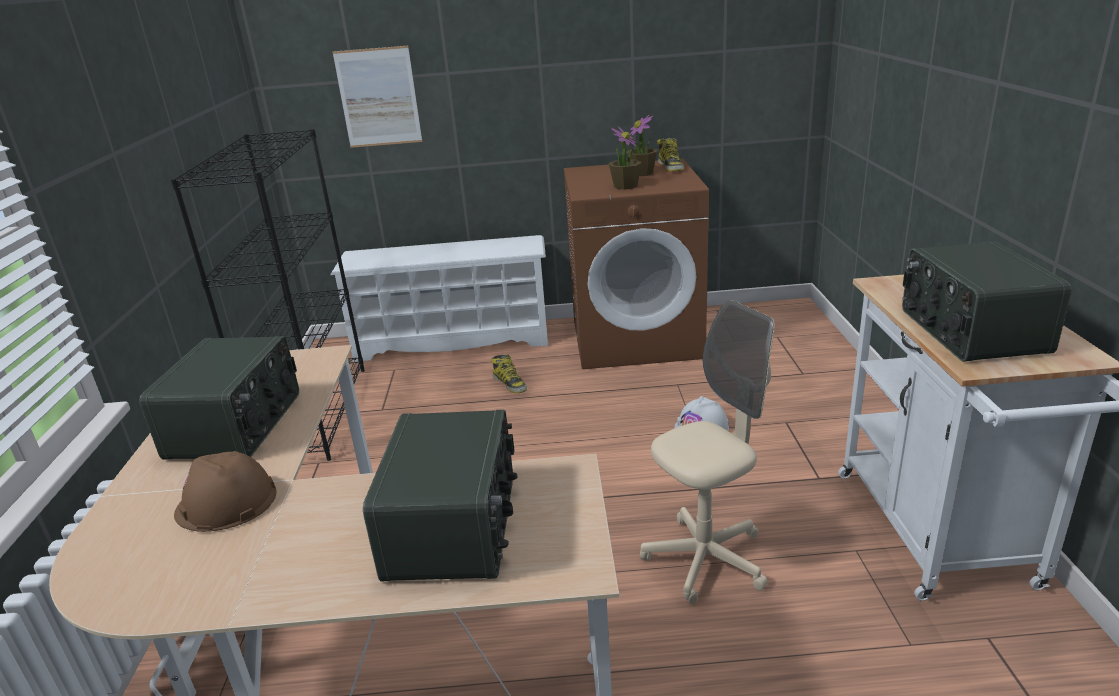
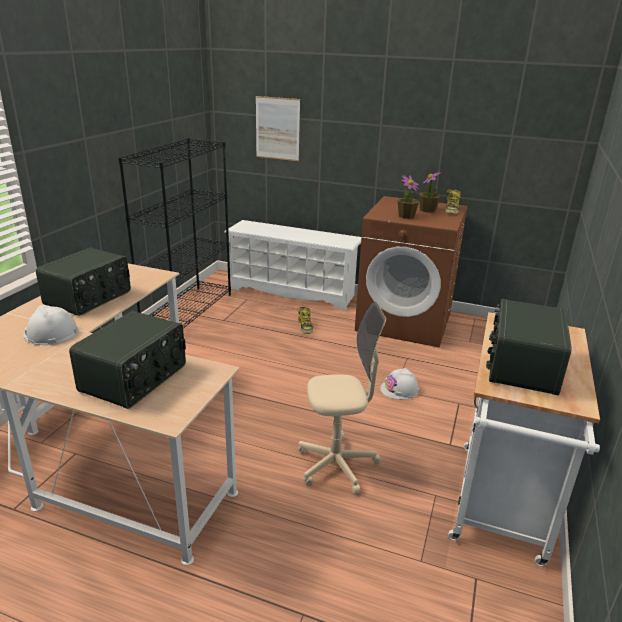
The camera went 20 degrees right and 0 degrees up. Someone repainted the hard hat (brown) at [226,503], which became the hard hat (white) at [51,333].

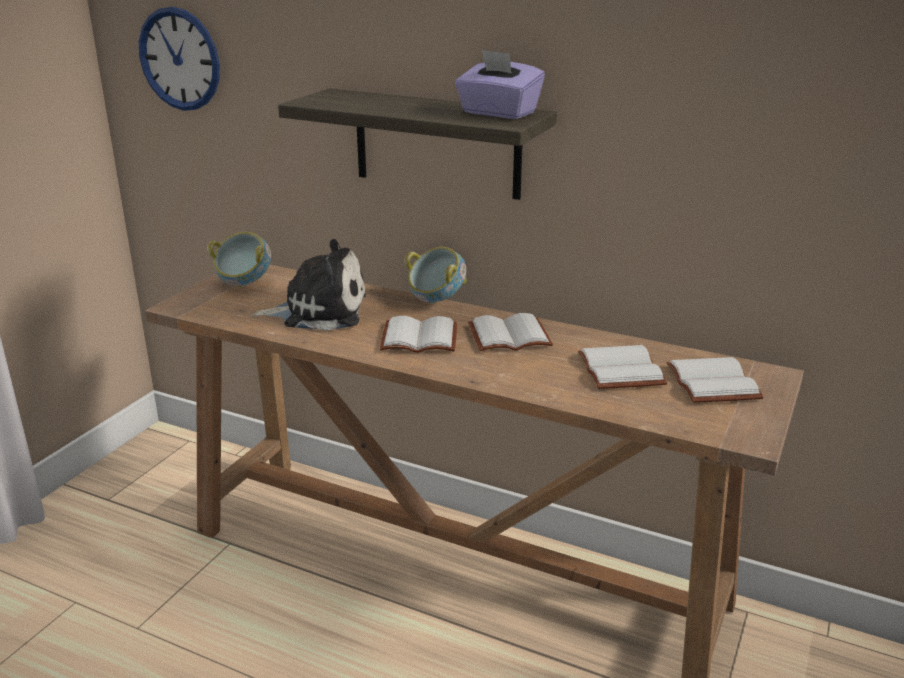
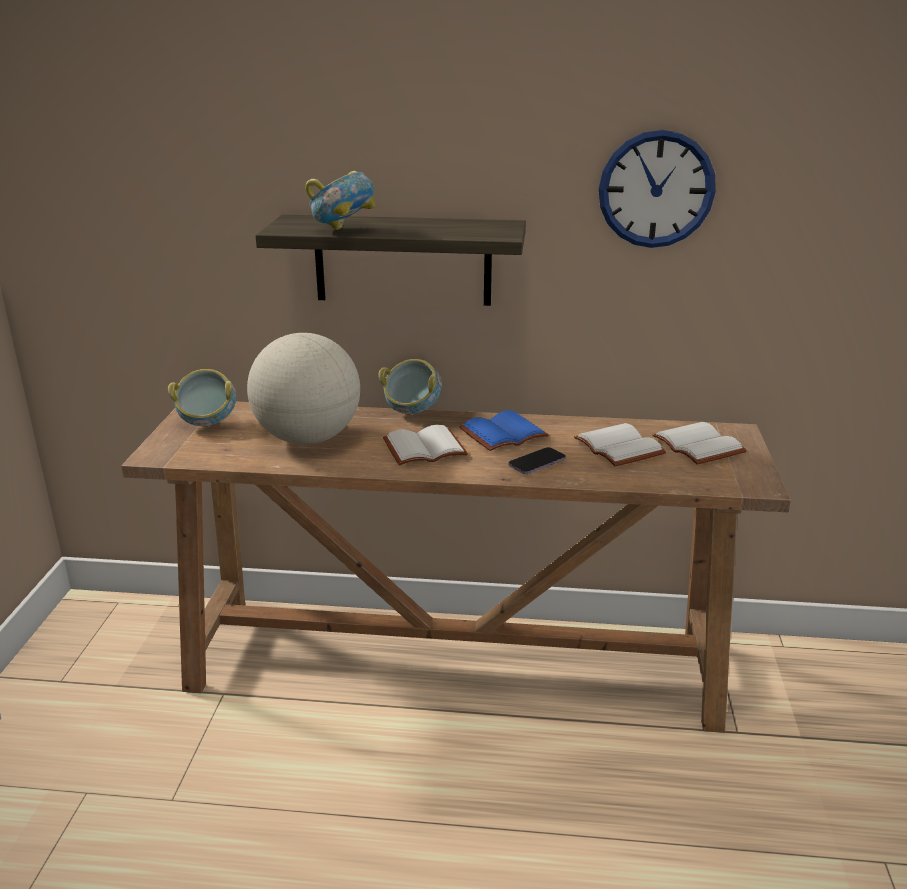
The camera went 20 degrees left and 0 degrees up. Someone carried the wall clock from [179,59] to [656,189]. Someone took away the tissue box (purple) at [498,113]. Someone swapped the plush toy at [319,311] for the globe at [307,438]. Someone repainted the book (white) at [510,335], which became the book (blue) at [503,433]. Someone put down the bowl at [343,230]. Someone put down the phone at [537,463].

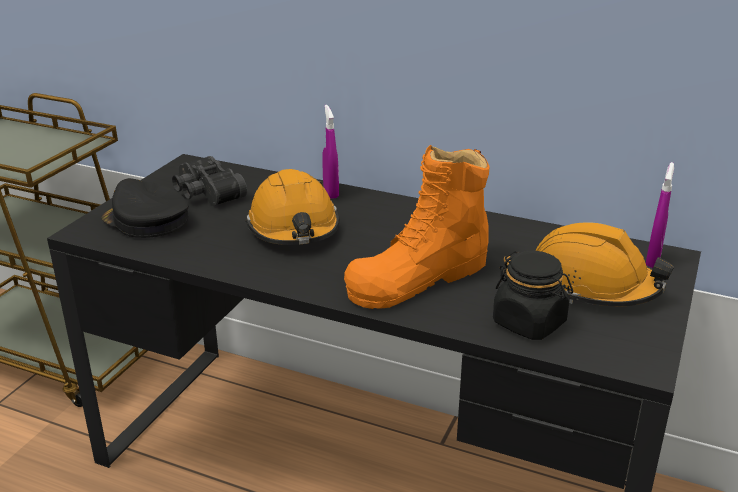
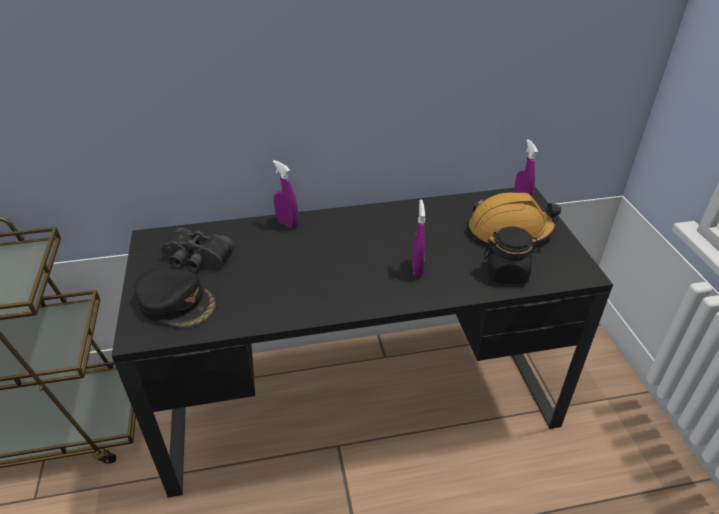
The camera went 35 degrees left and 10 degrees up. Someone swapped the boot (orange) at [419,278] for the spray bottle (purple) at [417,268]. Someone took away the hard hat (orange) at [294,228]. Someone rotated the cap (black) at [146,220] by 150 degrees counterclockwise.

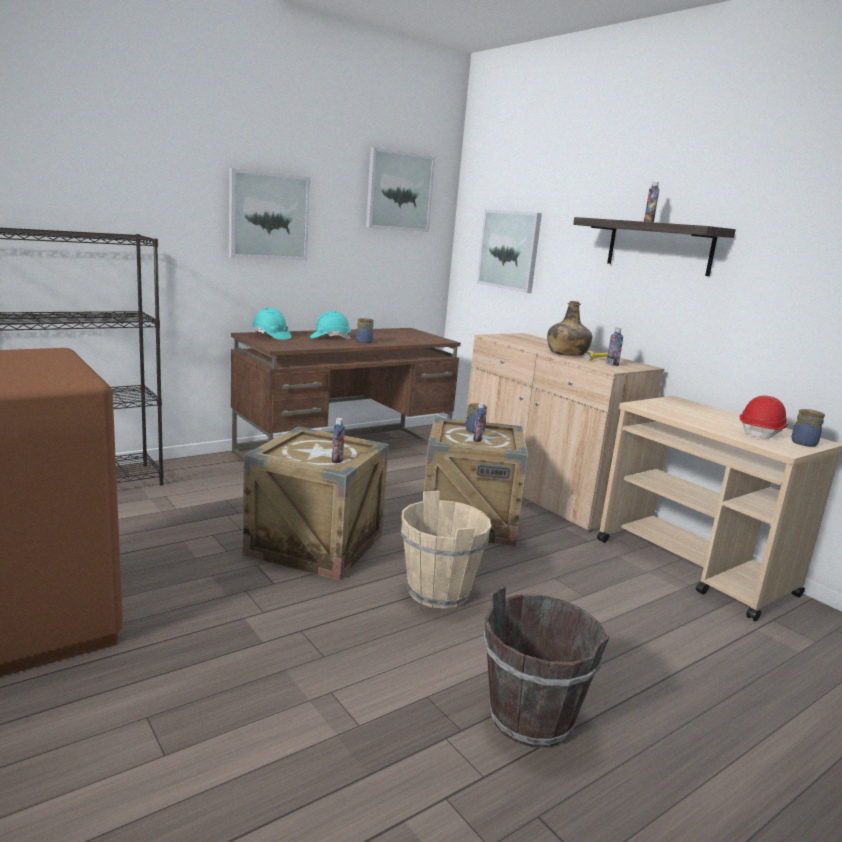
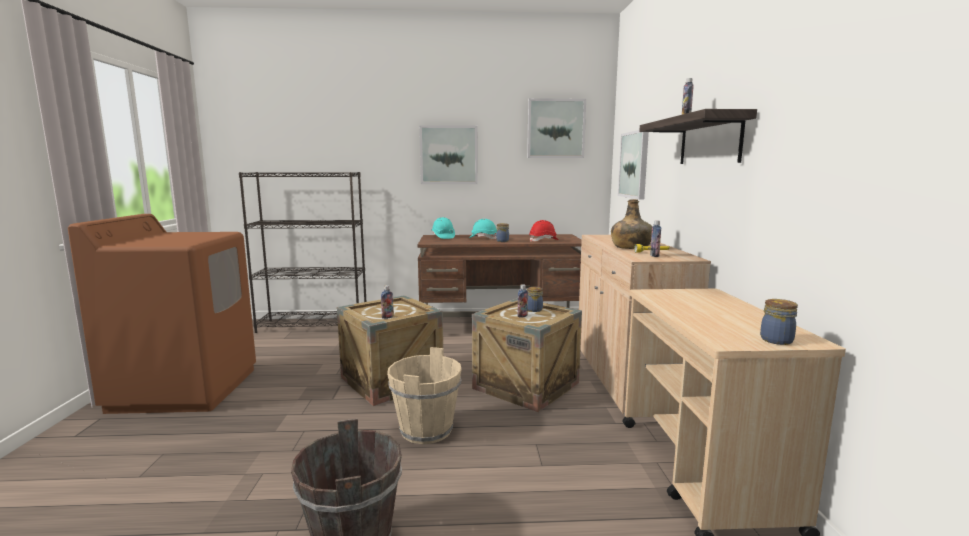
The camera went 35 degrees right and 5 degrees down. Someone carried the hard hat (red) from [761,433] to [544,240].

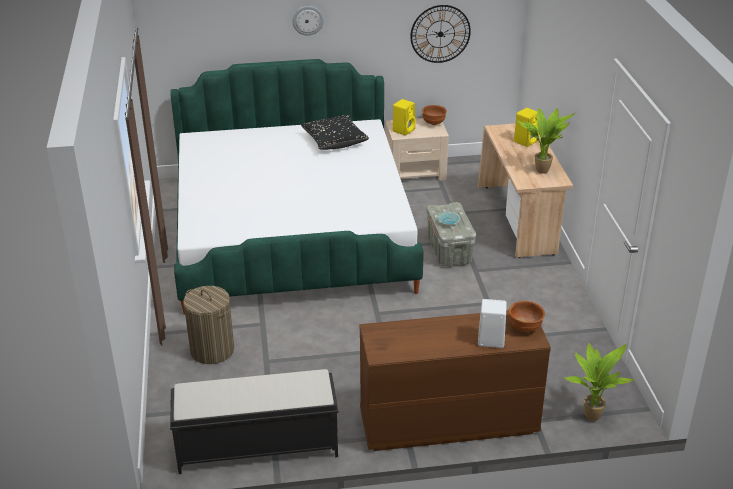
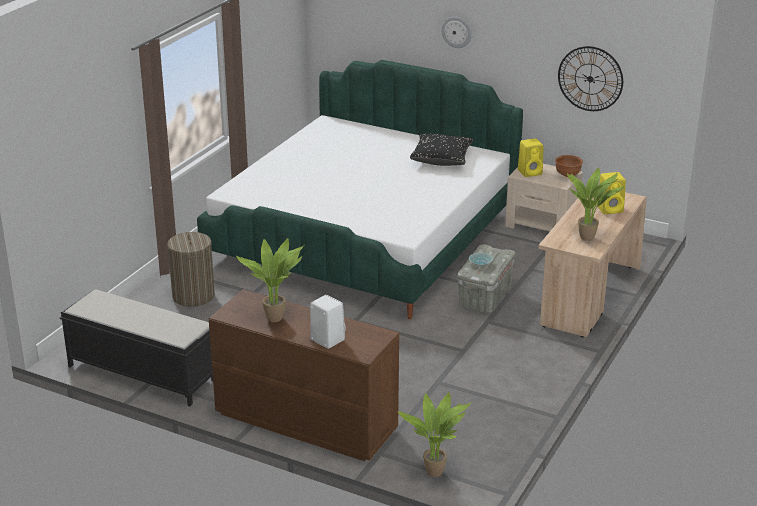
The camera went 35 degrees right and 5 degrees down. Someone took away the bowl (brown) at [525,328]. Someone put down the potted plant at [276,317].

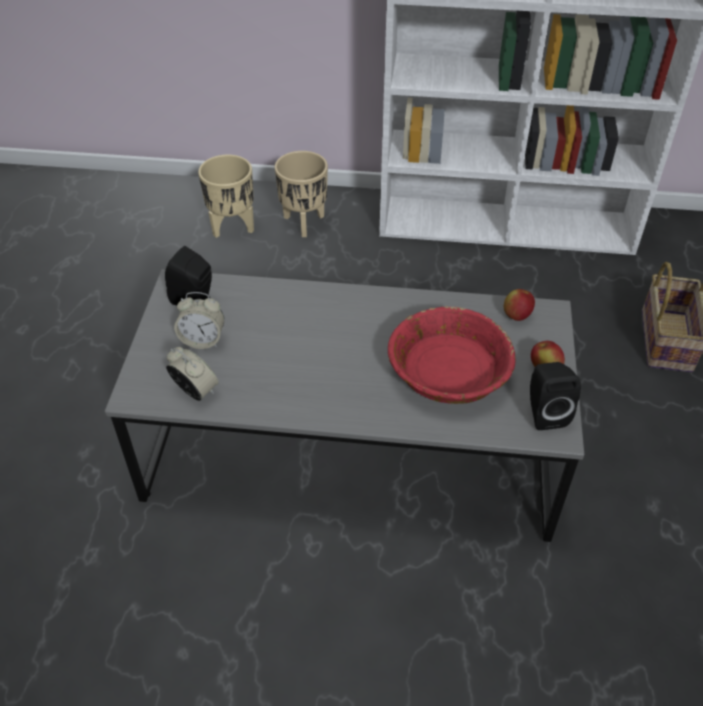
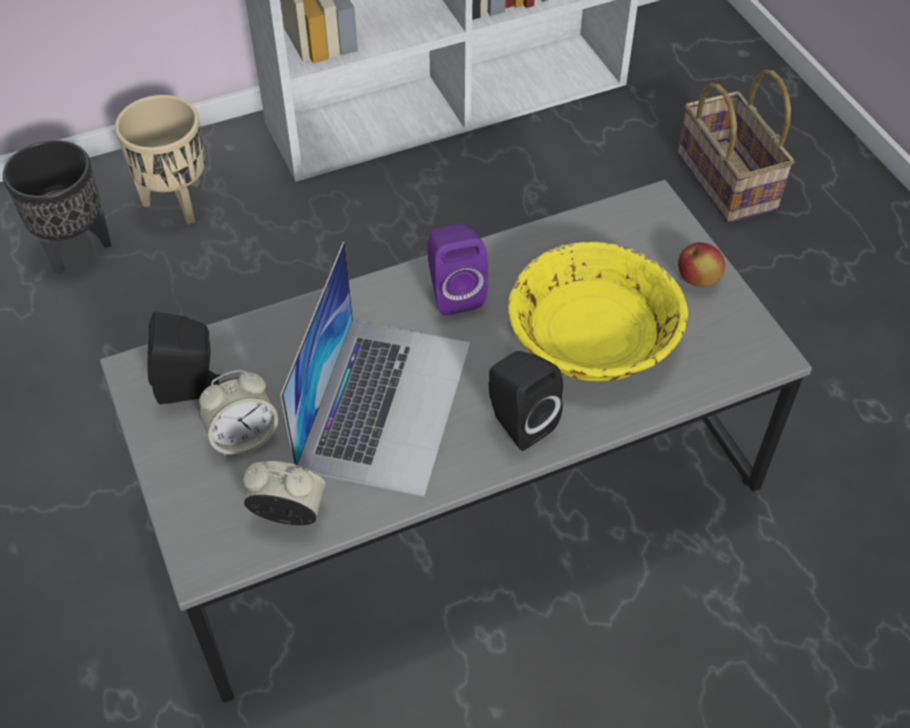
The camera went 30 degrees left and 5 degrees up. Someone repainted the planter (beige) at [232,226], which became the planter (black) at [75,248]. Someone took away the apple at [516,315]. Someone repainted the bowl (red) at [449,372], which became the bowl (yellow) at [593,335]. Someone carried the speaker (black) from [544,412] to [518,422]. Someone put down the speaker (purple) at [453,292]. Someone put down the laptop at [385,403].

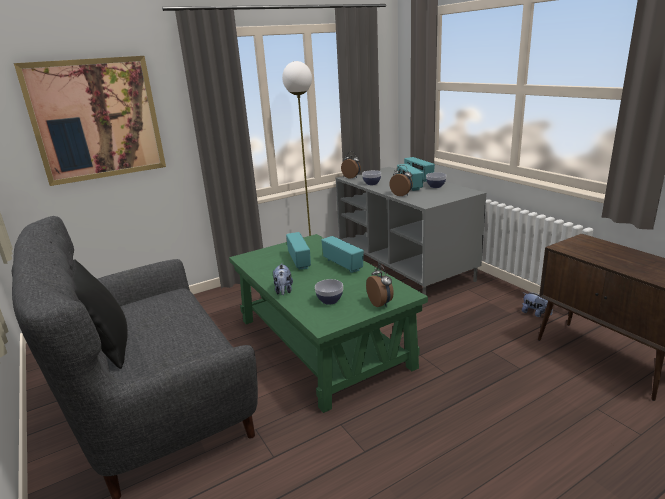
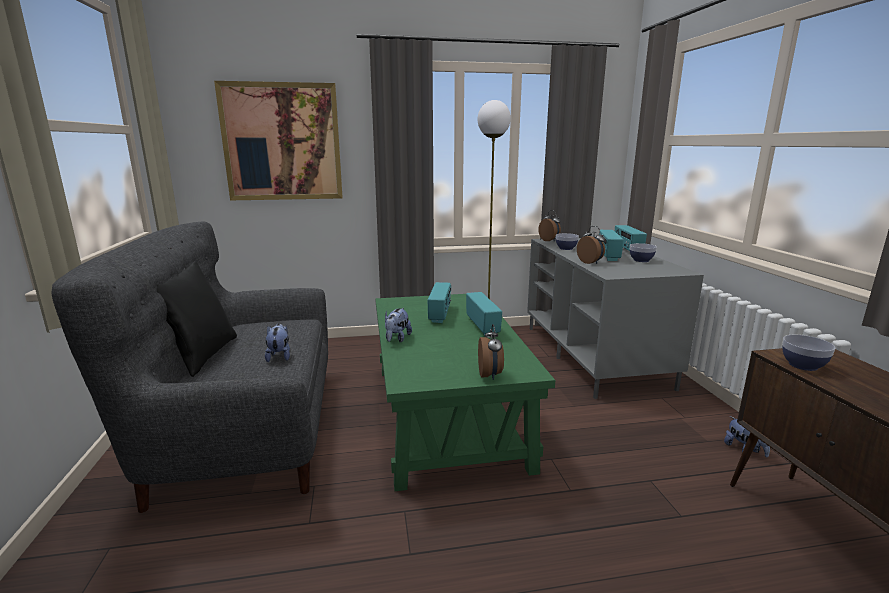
The camera went 20 degrees right and 5 degrees down. Someone carried the bowl from [329,300] to [802,365]. Someone put down the plush toy at [279,356].

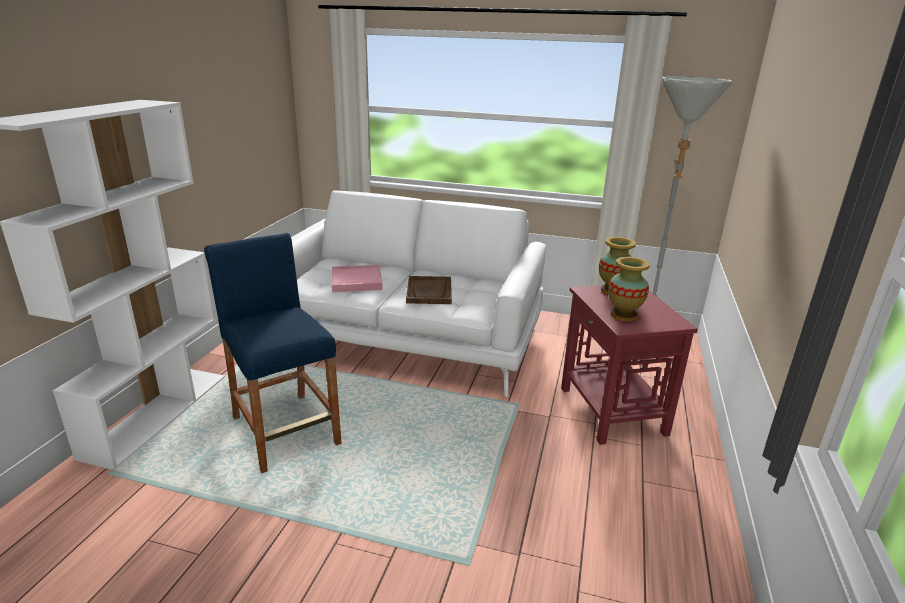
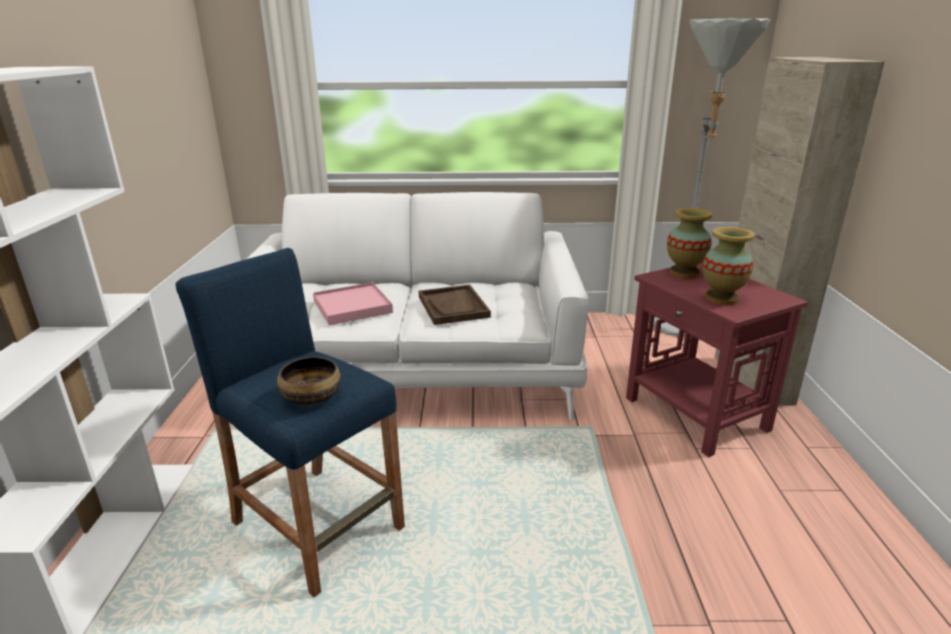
The camera went 15 degrees left and 0 degrees up. Someone put down the cabinet (beige) at [752,379]. Someone put down the bowl at [311,396].

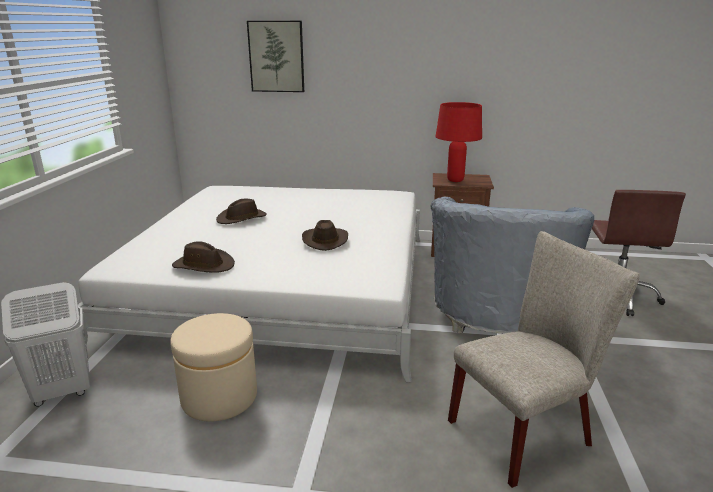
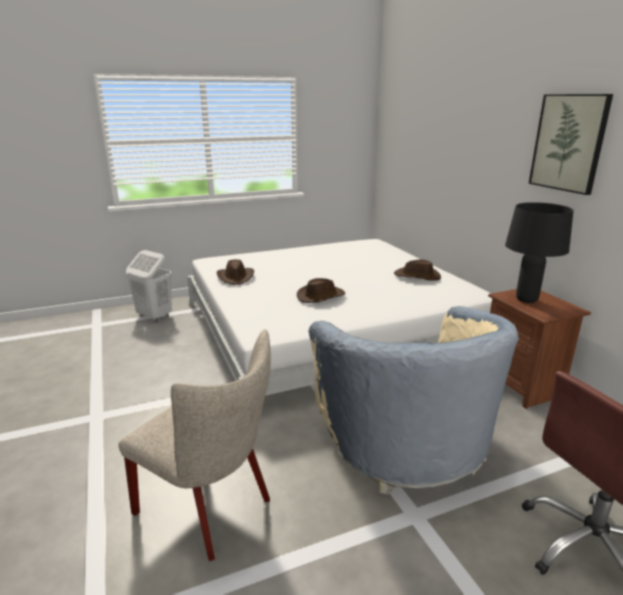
The camera went 60 degrees right and 0 degrees up. Someone carried the picture from [276,56] to [569,143]. Someone repainted the table lamp (red) at [455,180], which became the table lamp (black) at [526,300]. Someone rotated the armchair (beige) at [497,314] by 90 degrees counterclockwise. Someone carried the hat (brown) from [242,218] to [417,276]. Someone took away the ottoman (beige) at [219,397].

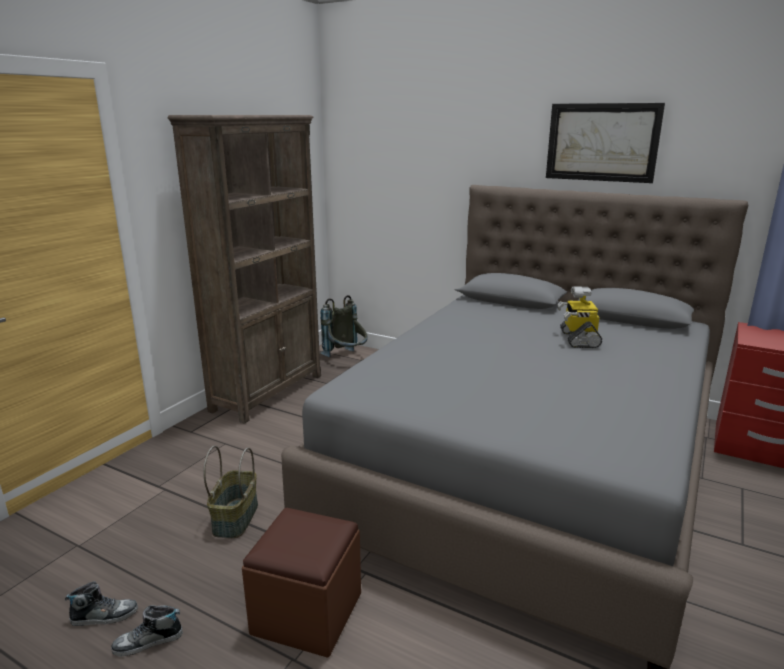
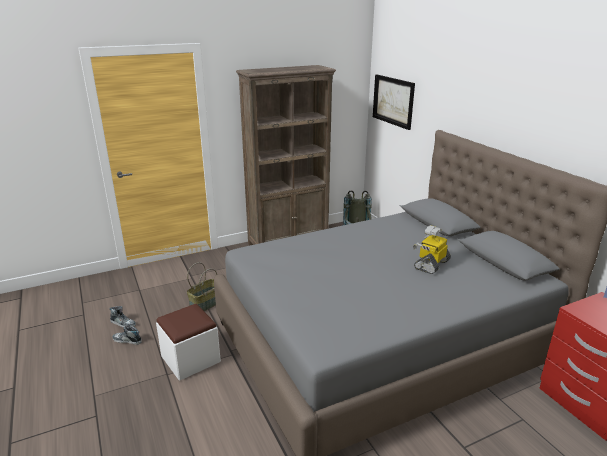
The camera went 35 degrees right and 5 degrees up. Someone carried the picture from [602,142] to [393,101]. Someone repainted the ottoman (brown) at [307,613], which became the ottoman (white) at [190,359].

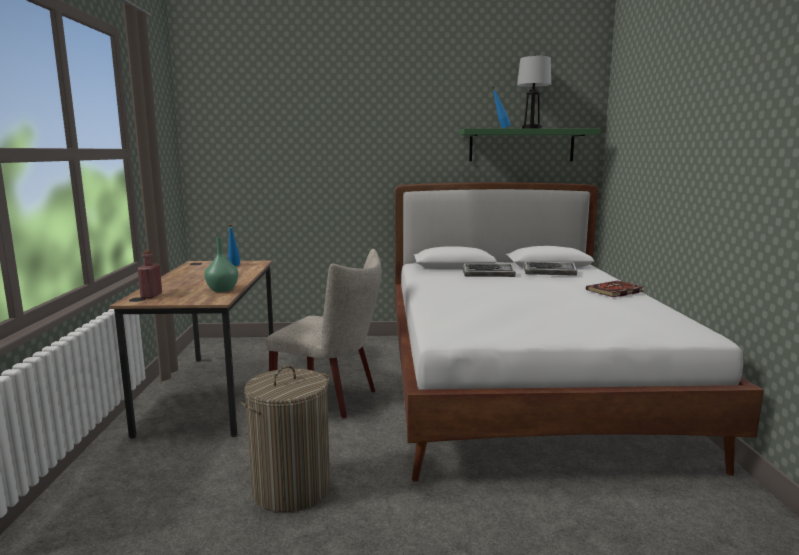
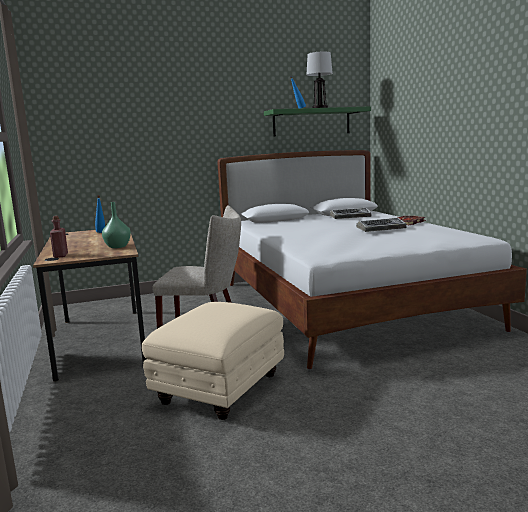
The camera went 15 degrees left and 0 degrees up. Someone carried the keyboard from [489,274] to [381,228]. Someone swapped the laundry basket at [291,489] for the ottoman (beige) at [221,389].

